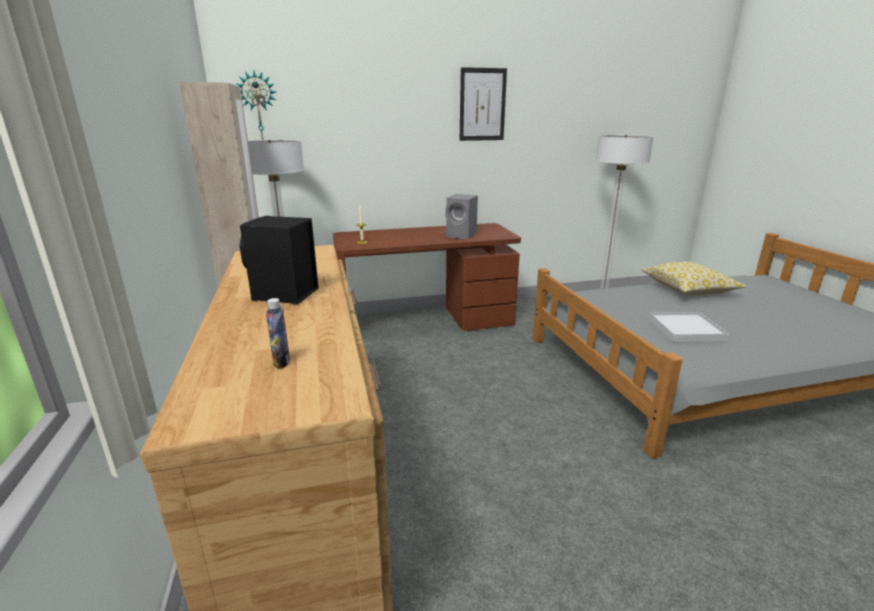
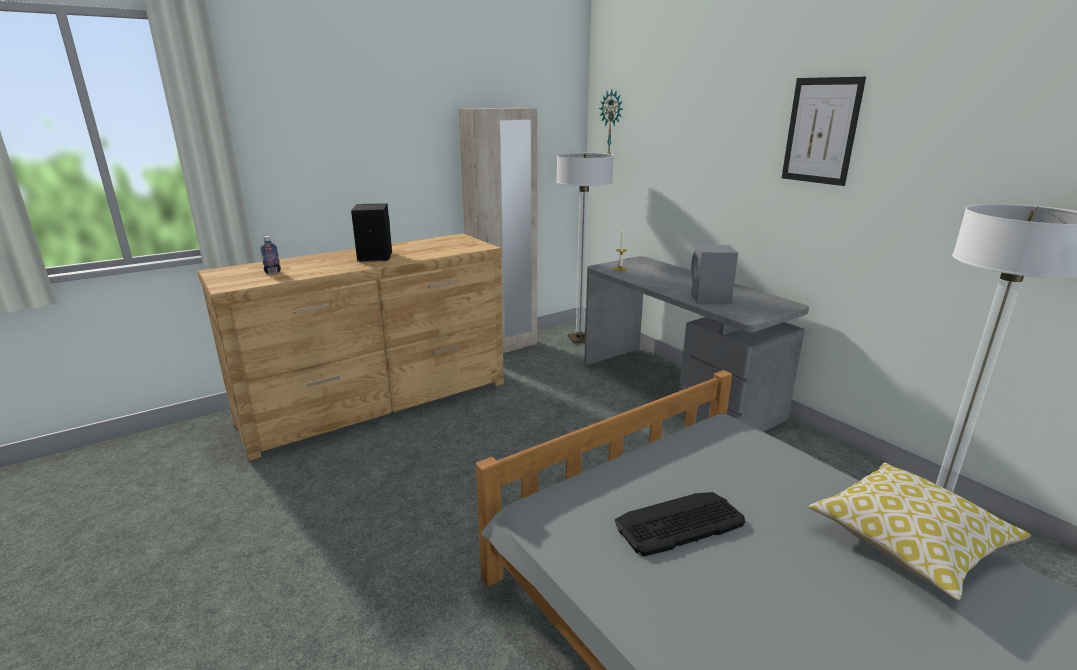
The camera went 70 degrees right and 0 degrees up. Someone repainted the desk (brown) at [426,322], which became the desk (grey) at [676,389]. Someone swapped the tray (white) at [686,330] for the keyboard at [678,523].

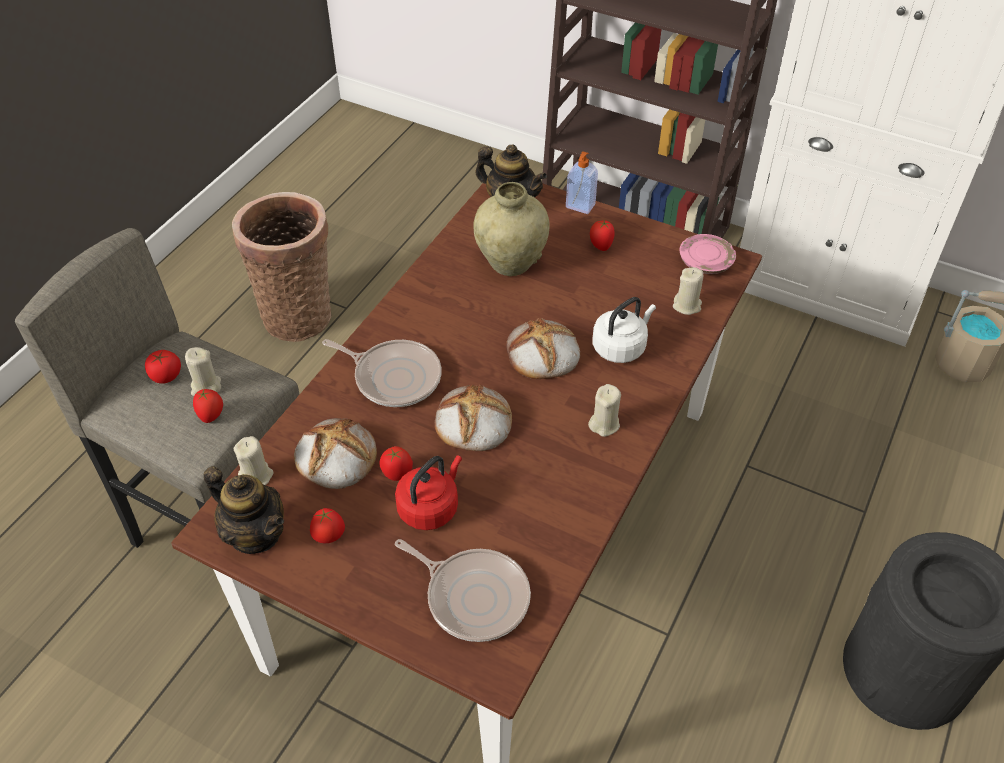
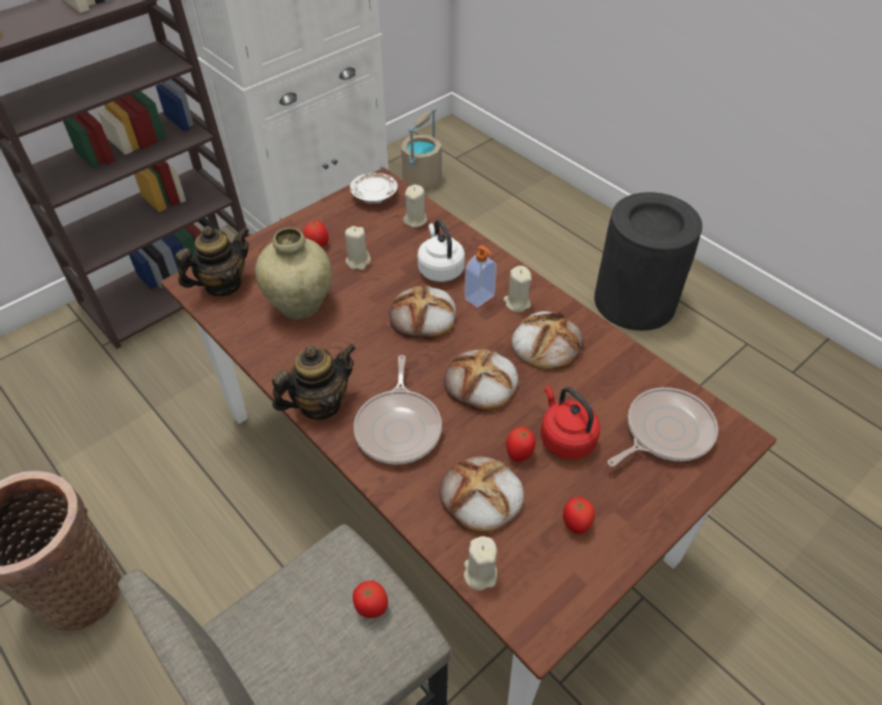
The camera went 70 degrees left and 0 degrees up. Someone carried the soap dispenser from [580,206] to [480,298]. Someone repainted the plate (pink) at [705,262], which became the plate (white) at [374,195]. Someone rotated the frying pan at [394,377] by 135 degrees clockwise. Someone carried the candle (beige) from [206,387] to [358,261]. Someone took away the tomato at [166,376]. Someone carried the teapot from [255,534] to [320,404]. Someone put down the bread at [546,344].

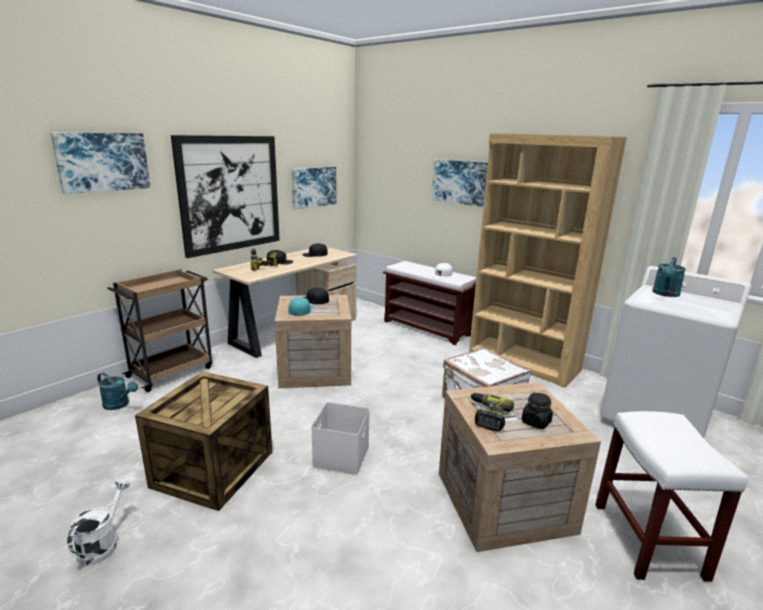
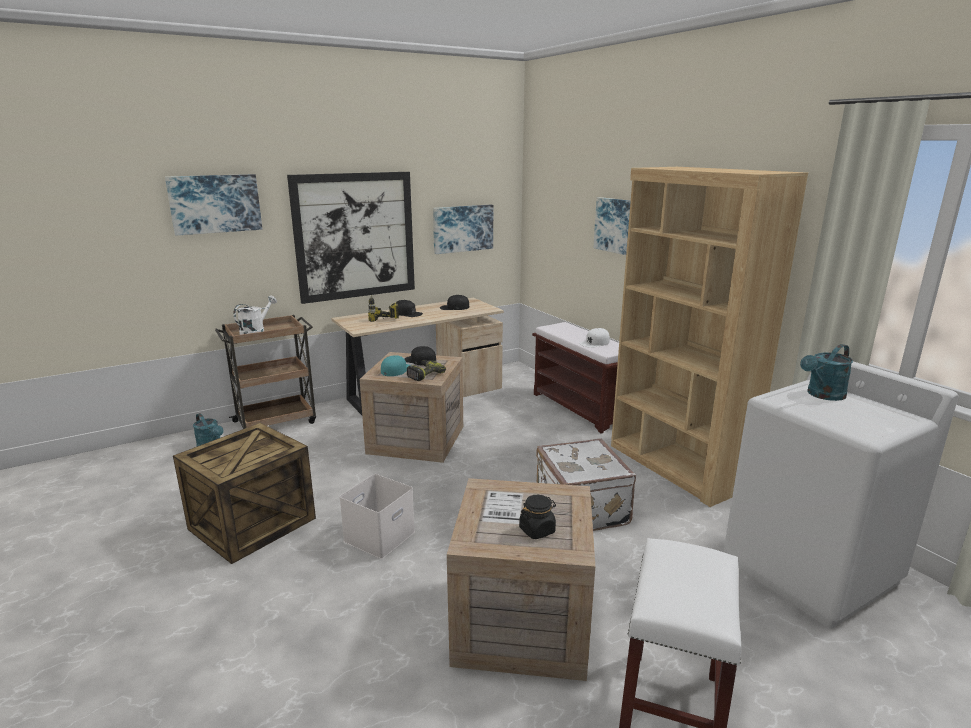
The camera went 20 degrees right and 0 degrees up. Someone carried the power drill from [487,416] to [423,374]. Someone carried the watering can (white) from [102,543] to [256,331].

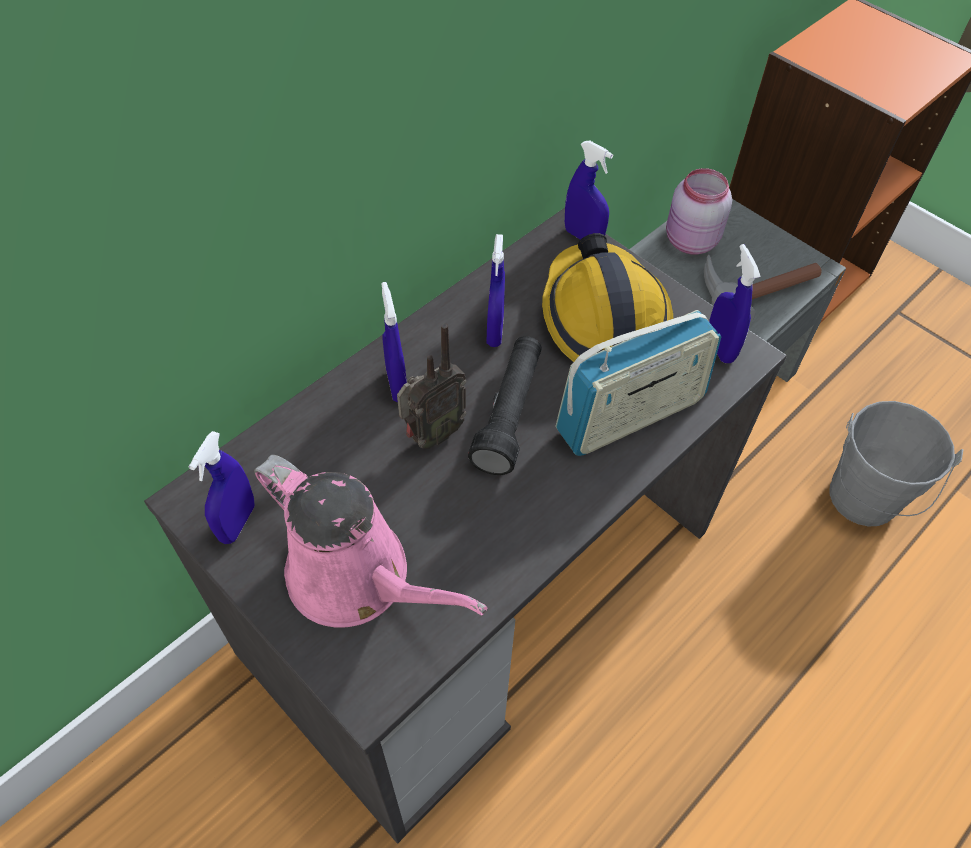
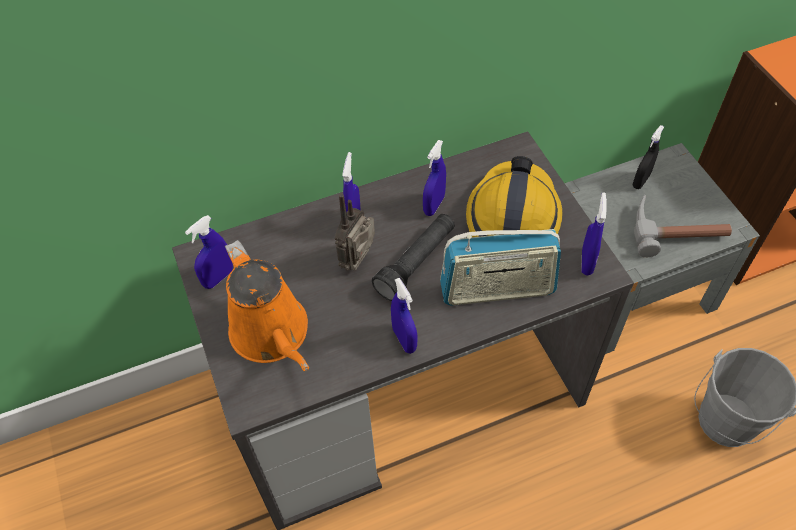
The camera went 25 degrees right and 0 degrees up. Someone carried the spray bottle (blue) from [583,237] to [404,339]. Someone swapped the jar (pink) at [689,241] for the spray bottle (black) at [641,181]. Someone rotated the radio at [431,435] by 135 degrees clockwise. Someone repainted the watering can (pink) at [357,578], which became the watering can (orange) at [272,335].

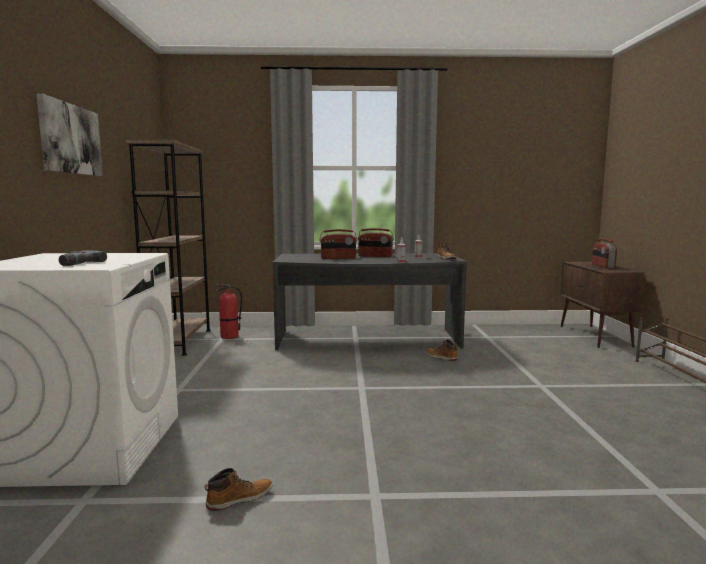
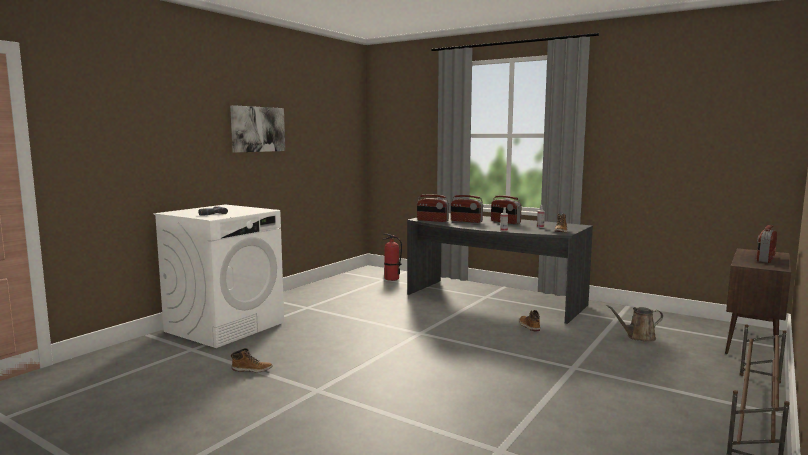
The camera went 35 degrees right and 0 degrees up. Someone took away the bookcase (brown) at [179,342]. Someone put down the radio at [432,220]. Someone put down the watering can (brown) at [638,337].

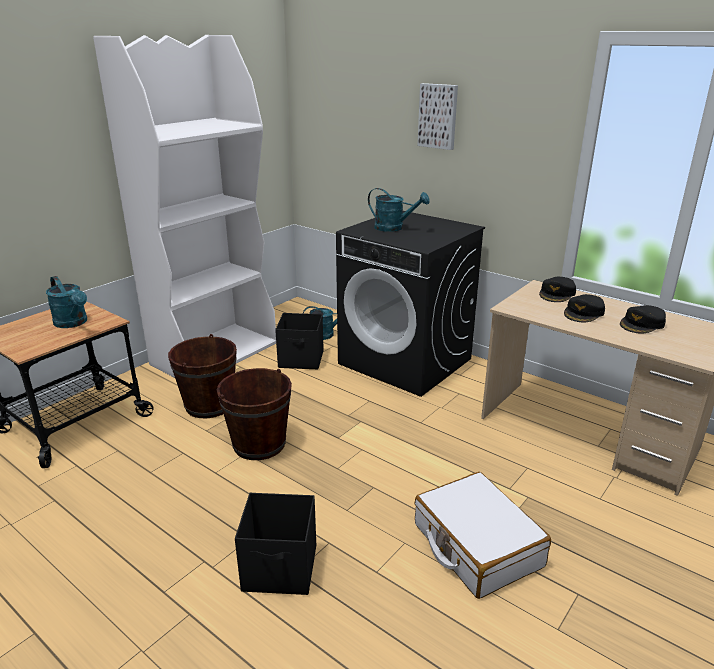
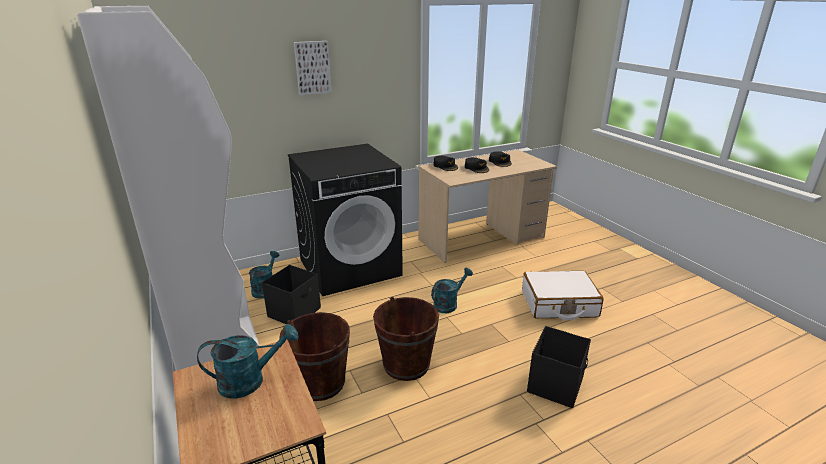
The camera went 65 degrees left and 0 degrees up. Someone carried the watering can (turquoise) from [394,228] to [448,304].

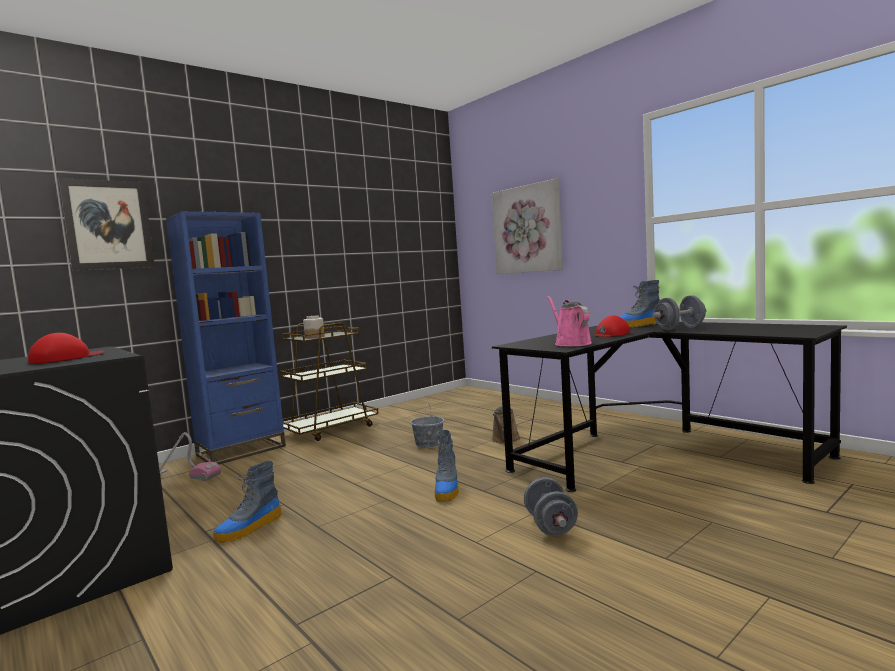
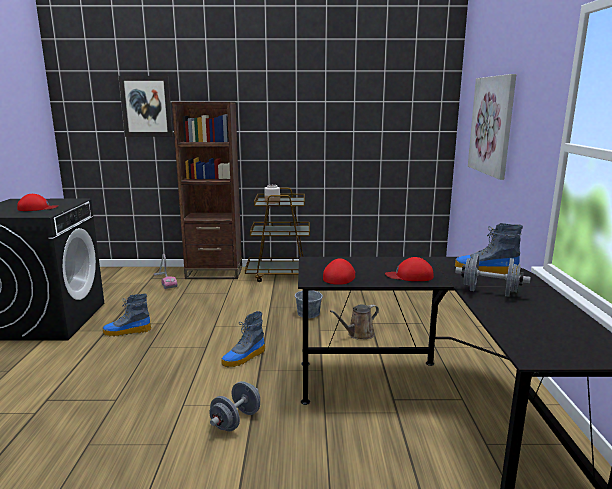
The camera went 40 degrees right and 10 degrees up. Someone repainted the bookcase (blue) at [241,450], which became the bookcase (brown) at [214,273]. Someone swapped the watering can (pink) at [571,343] for the cap (red) at [340,276].

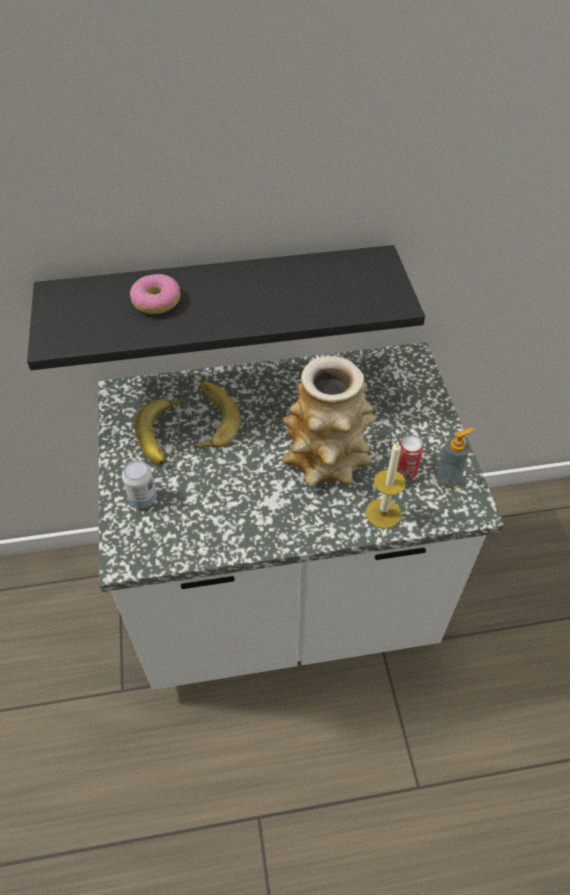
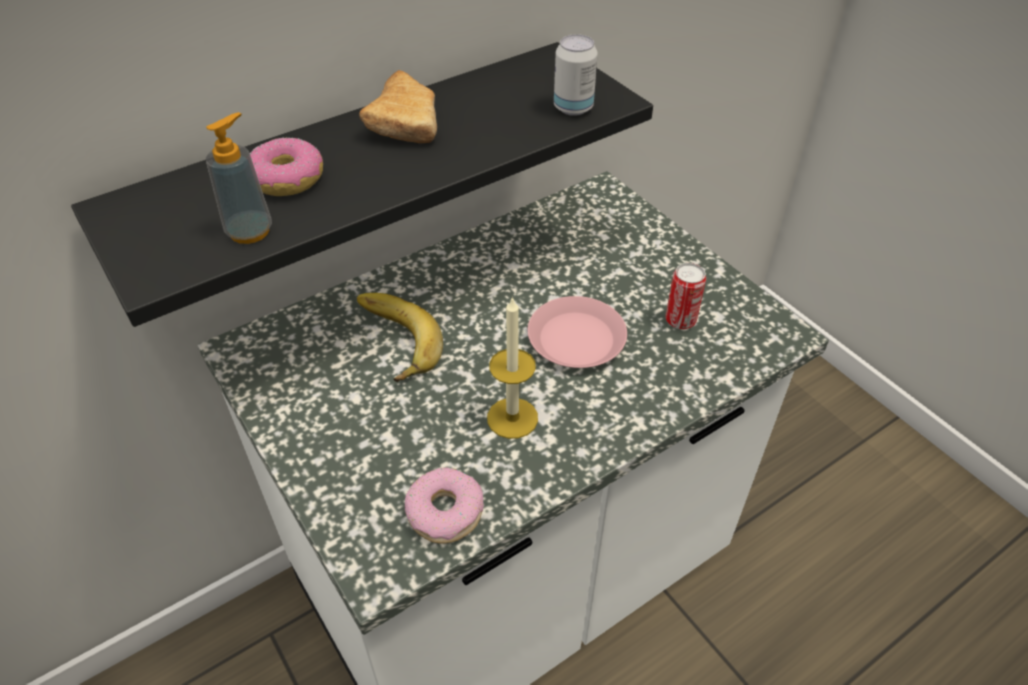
The camera went 25 degrees left and 5 degrees down. Someone swapped the vase at [326,460] for the plate (pink) at [576,339]. Someone took away the banana at [166,433]. Someone carried the soap dispenser from [447,478] to [250,231]. Someone carried the candle from [383,513] to [512,418]. Someone carried the can from [143,498] to [573,108]. Someone put down the bread at [405,121]. Someone put down the donut at [445,512].

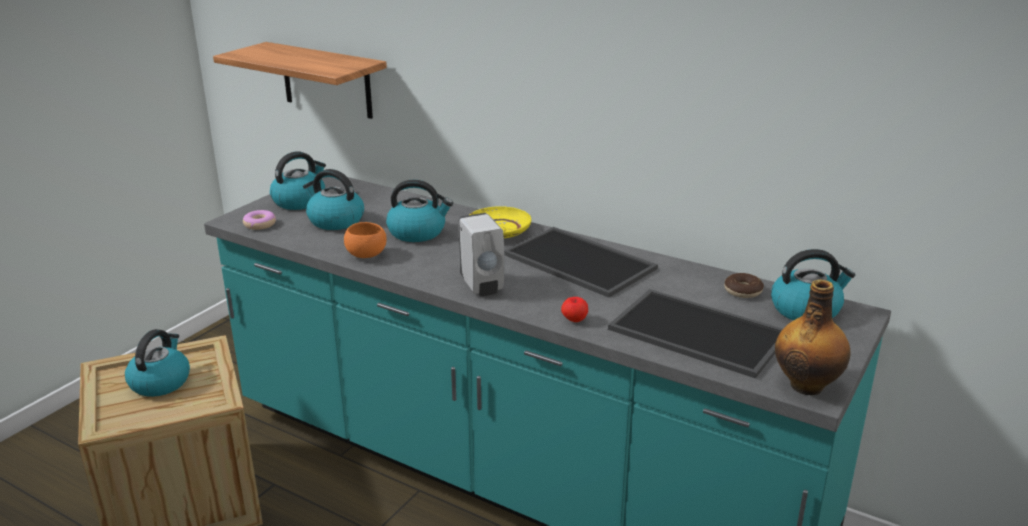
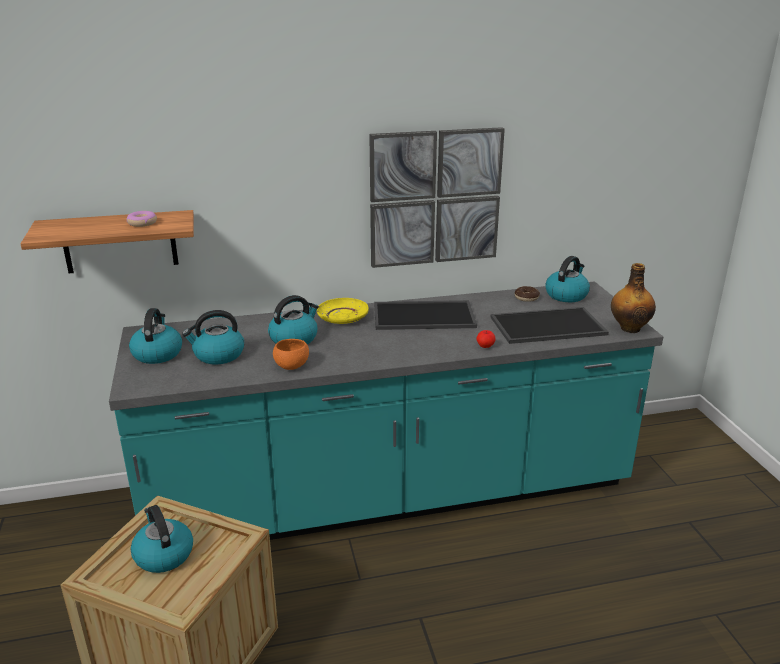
The camera went 45 degrees left and 0 degrees up. Someone carried the donut from [260,224] to [142,223]. Someone took away the soap dispenser (white) at [482,286]. Someone put up the picture at [435,198].

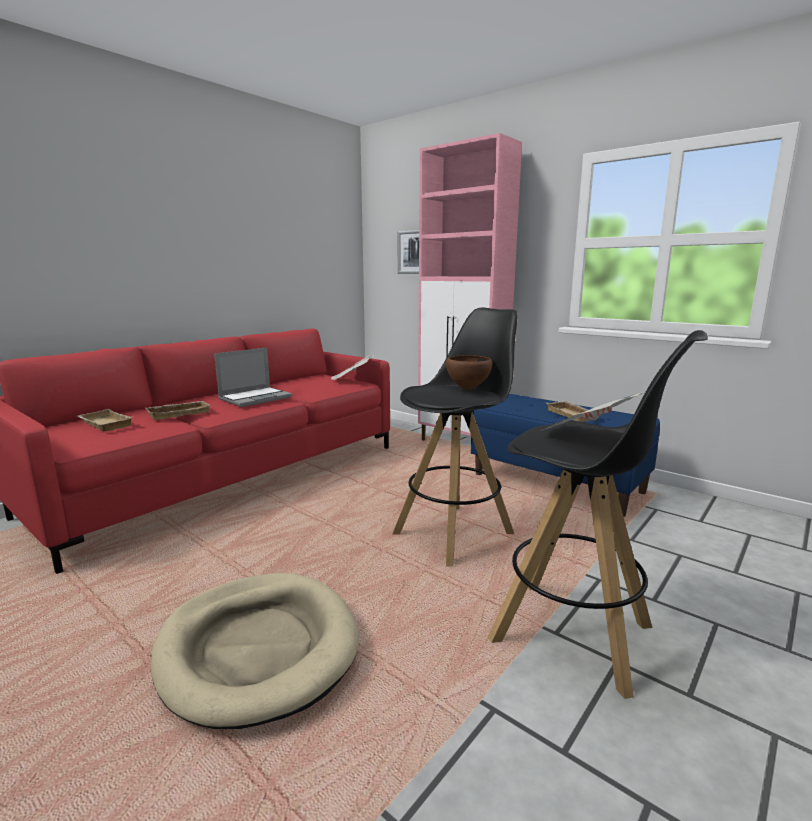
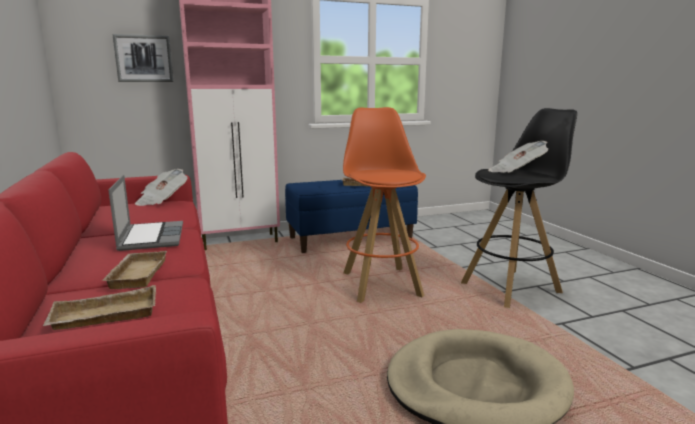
The camera went 60 degrees left and 0 degrees up. Someone repainted the stool (black) at [454,533], which became the stool (orange) at [381,283]. Someone took away the bowl (brown) at [467,389].

